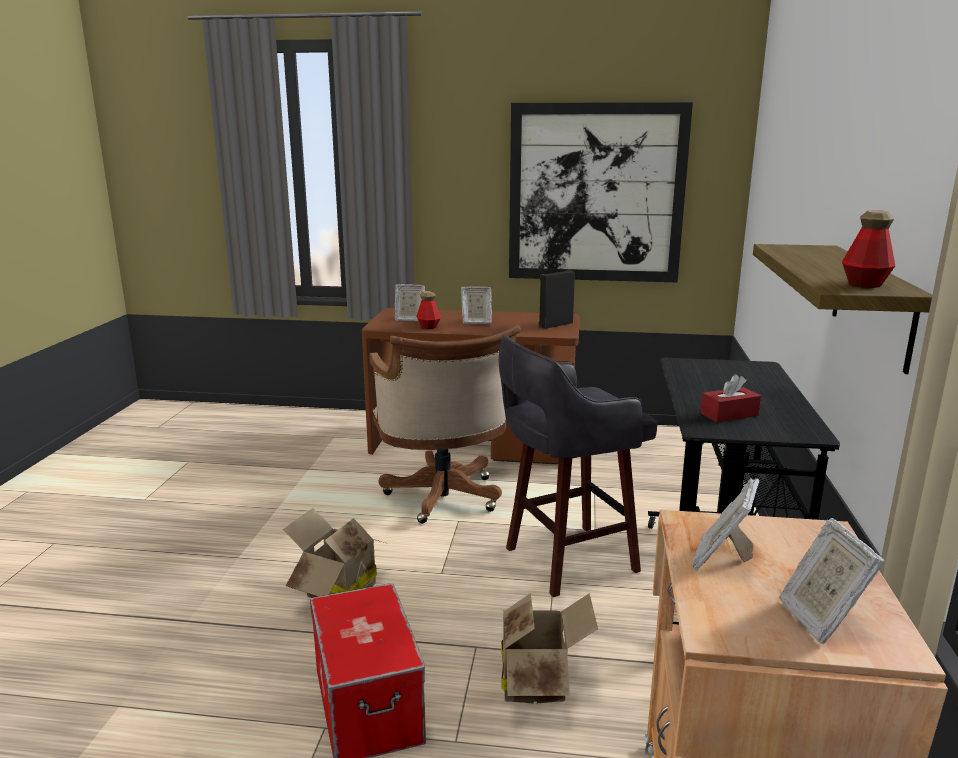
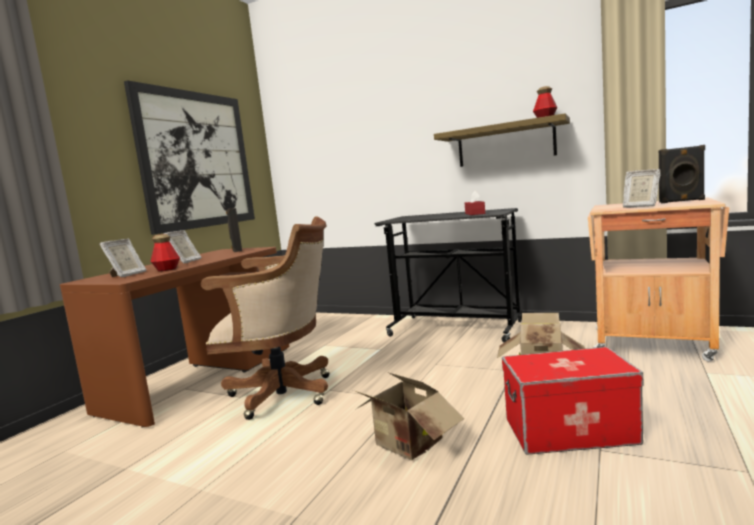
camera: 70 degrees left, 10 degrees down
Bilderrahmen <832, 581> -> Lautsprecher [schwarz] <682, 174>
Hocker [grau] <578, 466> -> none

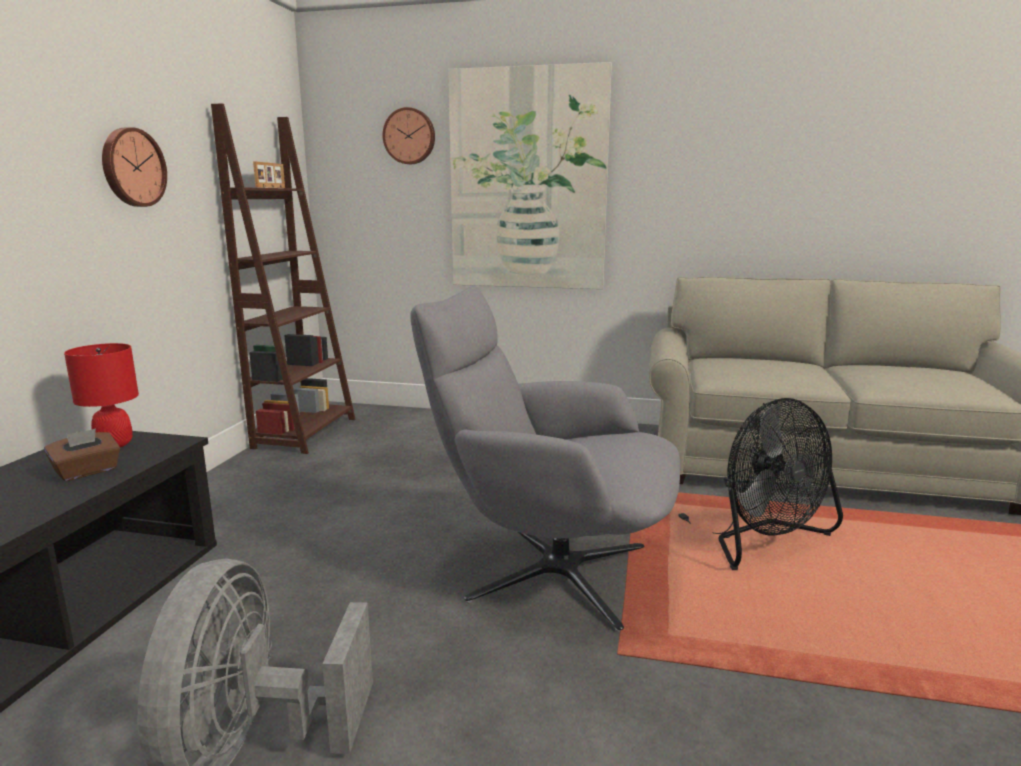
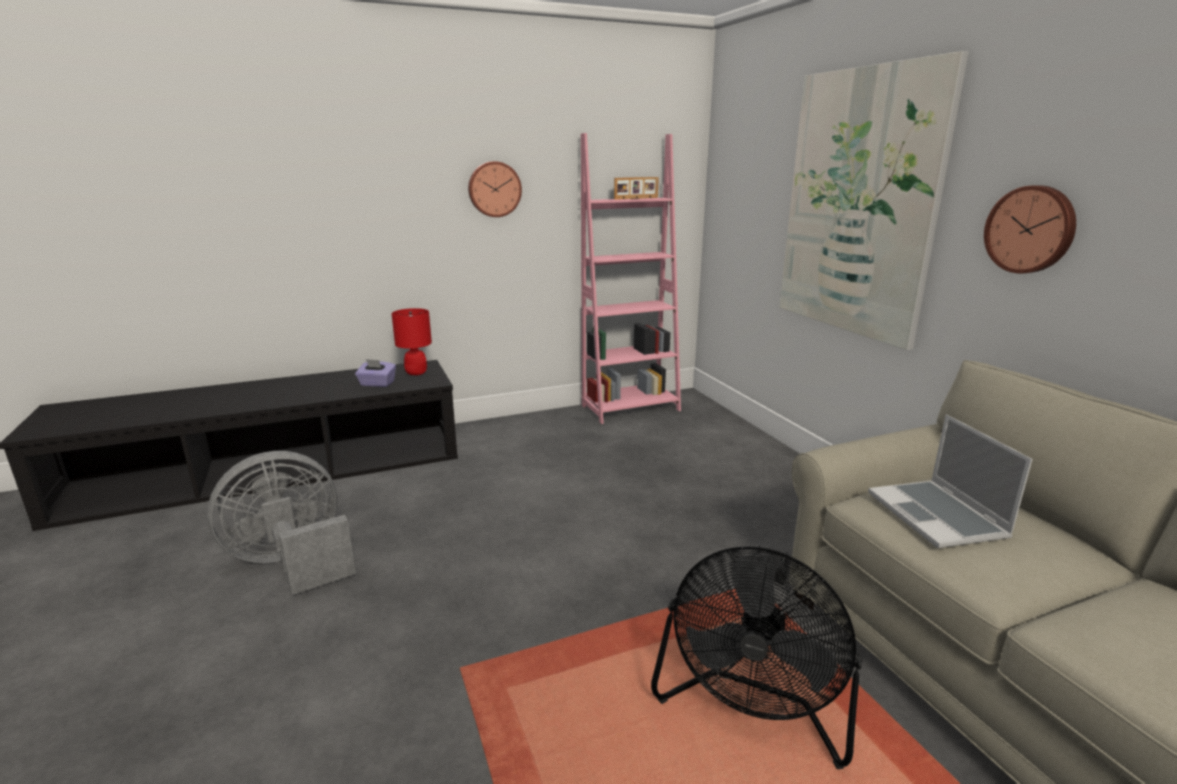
camera: 55 degrees right, 5 degrees up
Taschentuchbox [braun] <82, 455> -> Taschentuchbox [lila] <375, 373>
Bücherregal [braun] <283, 278> -> Bücherregal [rosa] <631, 278>
none -> Laptop <950, 481>
Wanduhr <408, 135> -> Wanduhr <1030, 229>, move
Sessel [grau] <545, 459> -> none

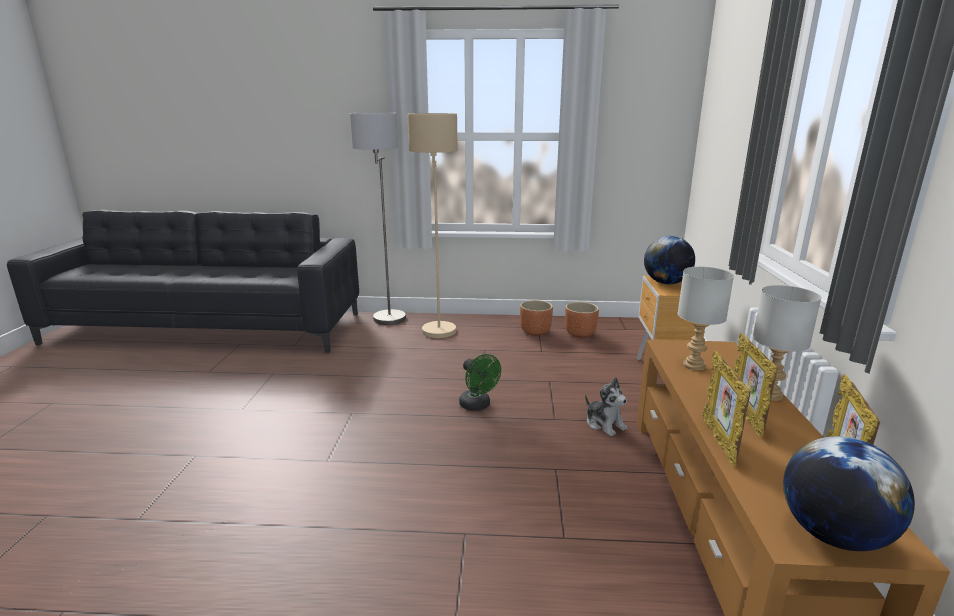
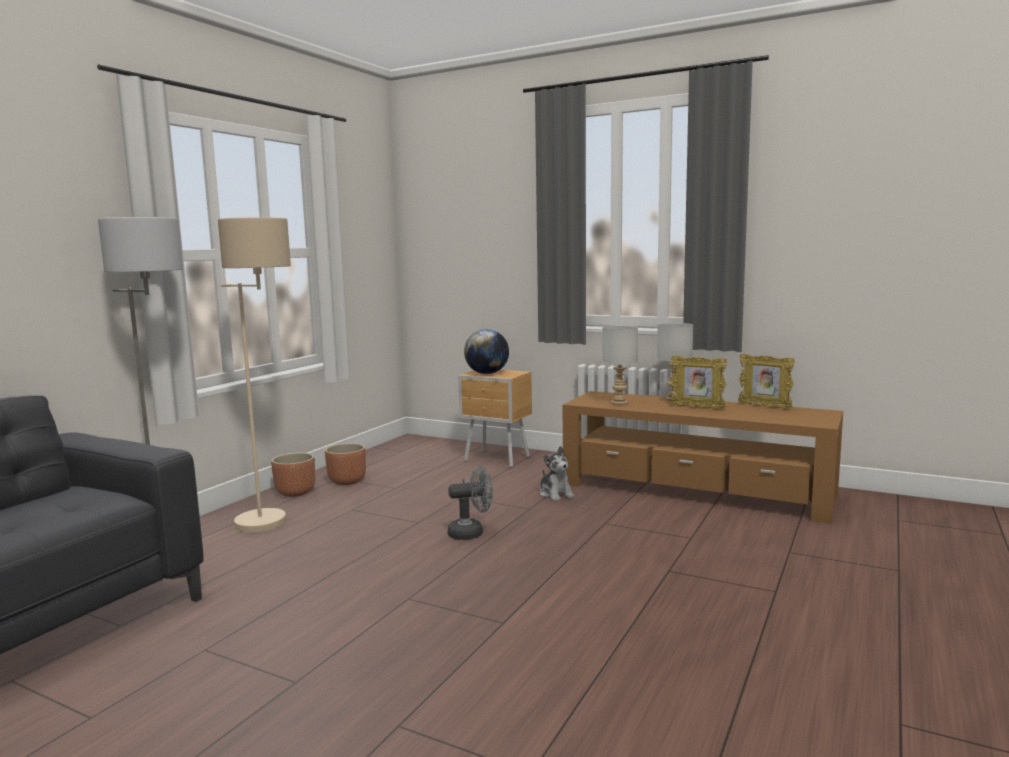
camera: 65 degrees left, 10 degrees down
Pflanzkübel [braun] <582, 320> -> Pflanzkübel [braun] <293, 474>, move
Ventilator [grün] <480, 382> -> Ventilator [grau] <470, 503>
Plüschtier <606, 406> -> Plüschtier <557, 473>, 75 degrees clockwise
Bilderrahmen <727, 408> -> none
Globus <849, 493> -> none

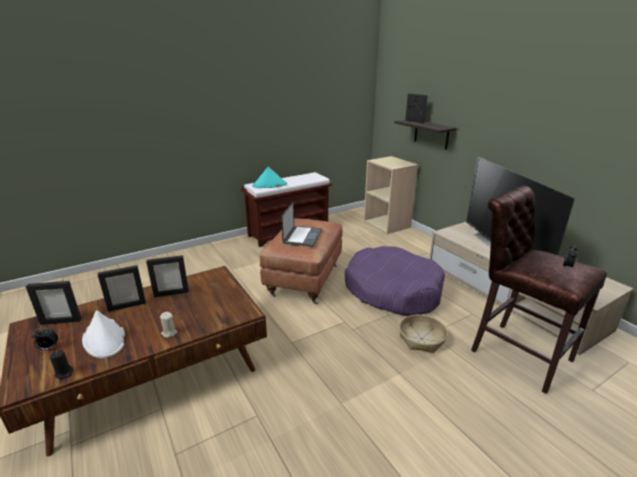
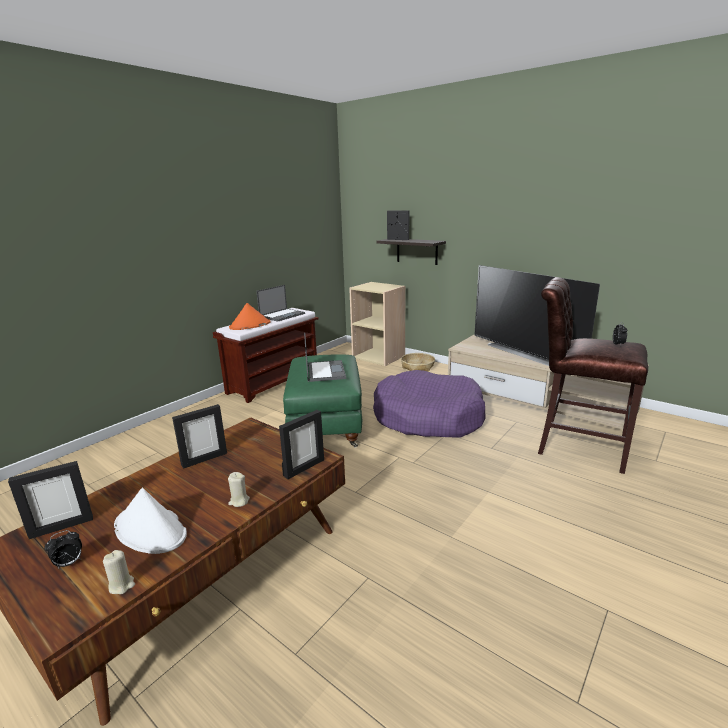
camera: 20 degrees left, 5 degrees down
Kerze [schwarz] <61, 365> -> Kerze [beige] <119, 572>
Hut [türkis] <270, 177> -> Hut [orange] <250, 316>
none -> Laptop <281, 303>
Bilderrahmen <122, 288> -> Bilderrahmen <301, 444>, move
Polsterhocker [braun] <301, 261> -> Polsterhocker [grün] <322, 401>
Korb <423, 334> -> Korb <418, 362>, move

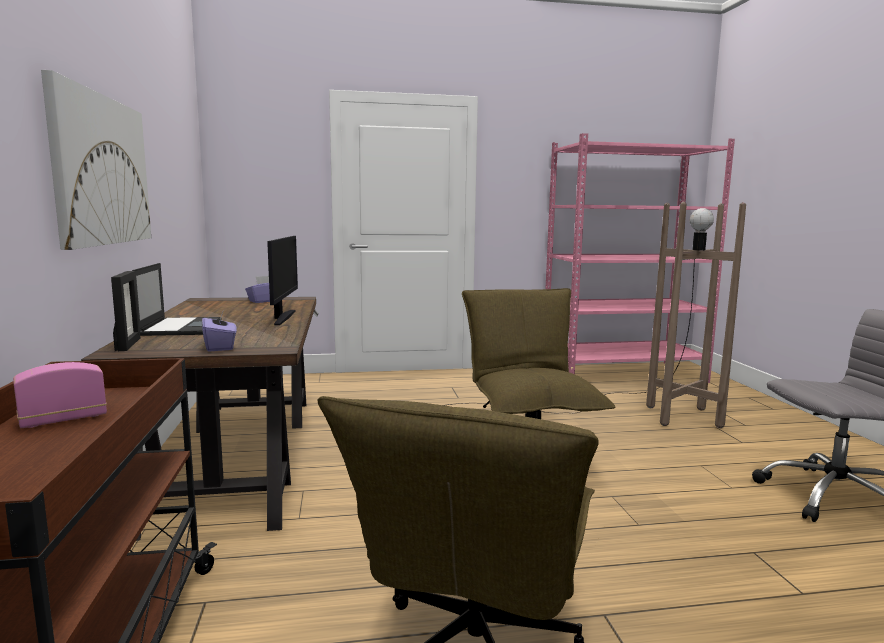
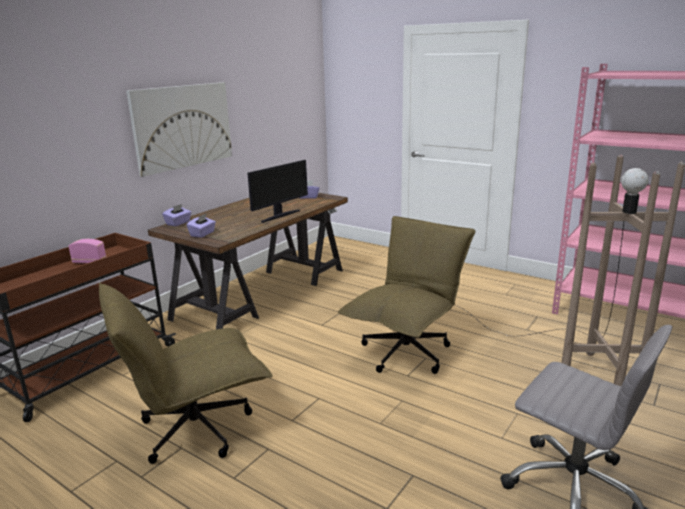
camera: 45 degrees right, 10 degrees up
Bilderrahmen <125, 311> -> Taschentuchbox [lila] <177, 215>
Laptop <176, 299> -> none

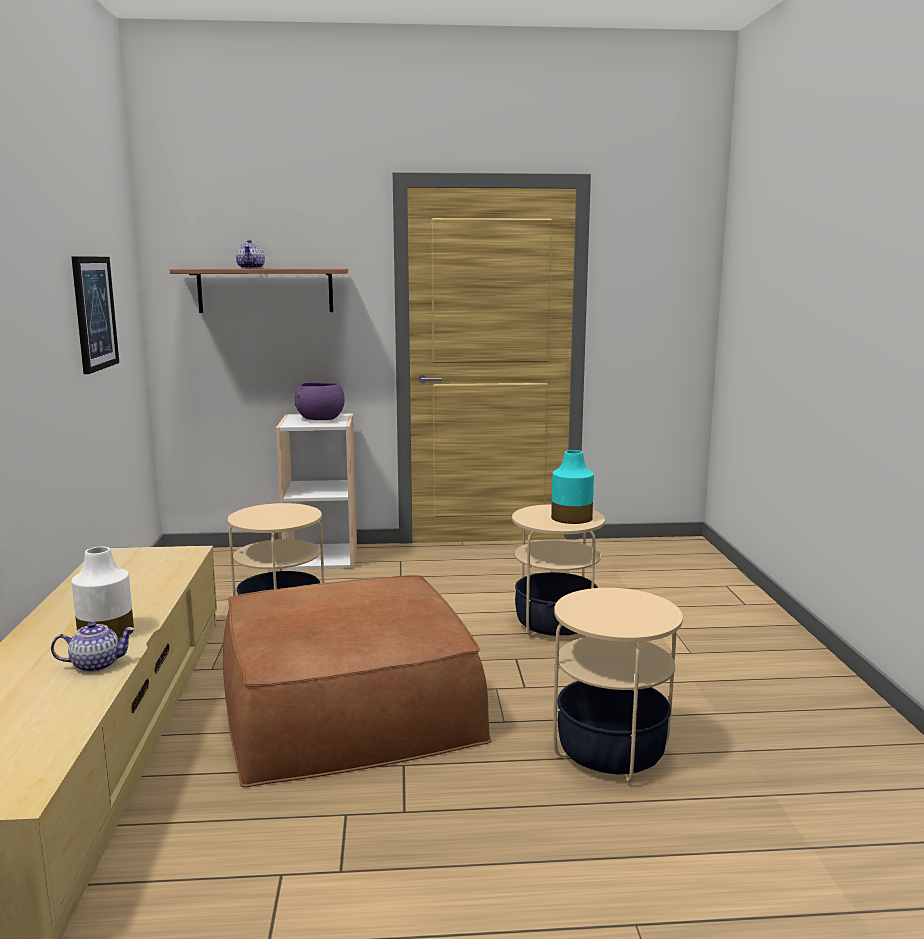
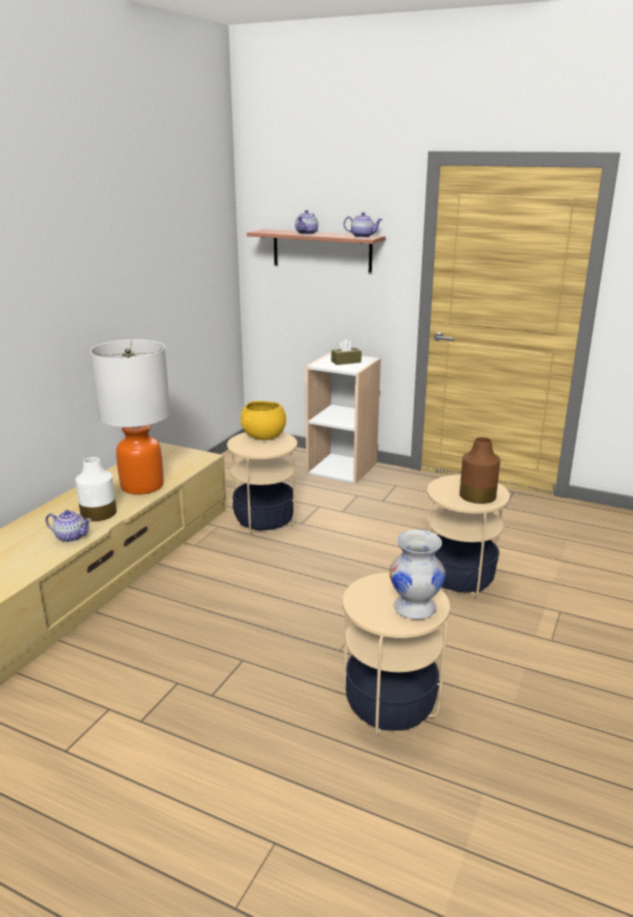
camera: 30 degrees right, 10 degrees up
none -> Tischlampe <130, 417>
none -> Schüssel [gelb] <263, 420>
Schüssel [lila] <320, 401> -> Taschentuchbox [braun] <346, 352>
none -> Teekanne <363, 224>
none -> Vase [weiß] <417, 575>
Vase [türkis] <572, 487> -> Vase [braun] <479, 470>
Bild <95, 315> -> none
Polsterhocker [braun] <357, 681> -> none

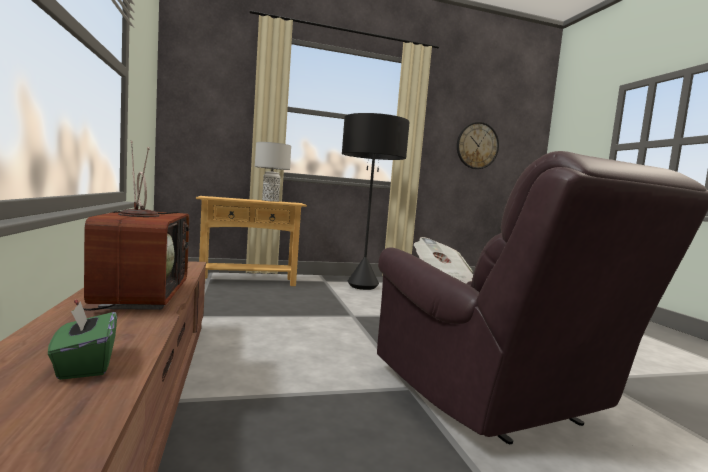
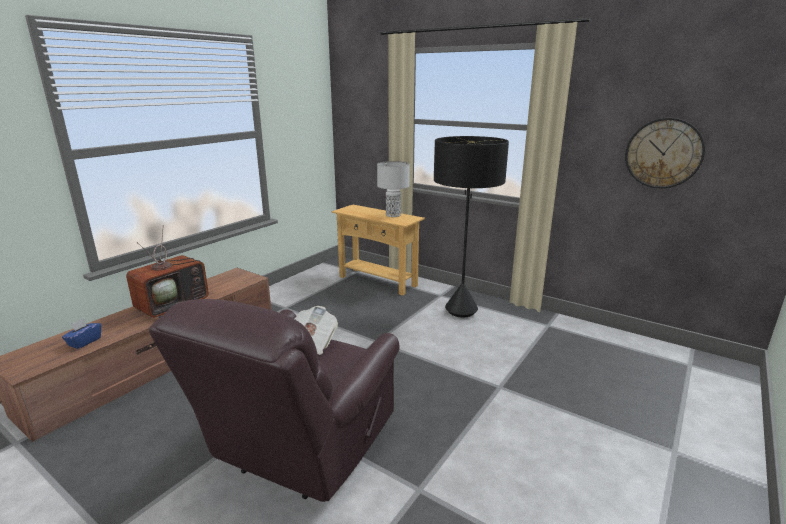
camera: 50 degrees right, 15 degrees up
Taschentuchbox [grün] <82, 340> -> Taschentuchbox [blau] <81, 333>

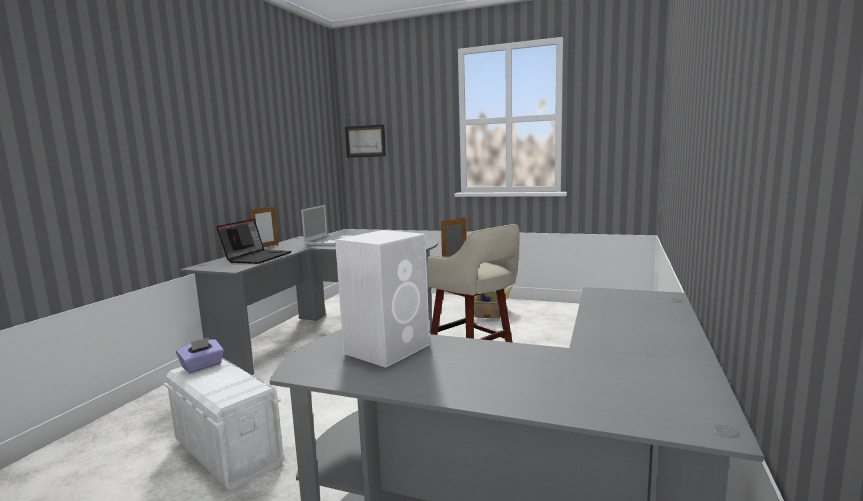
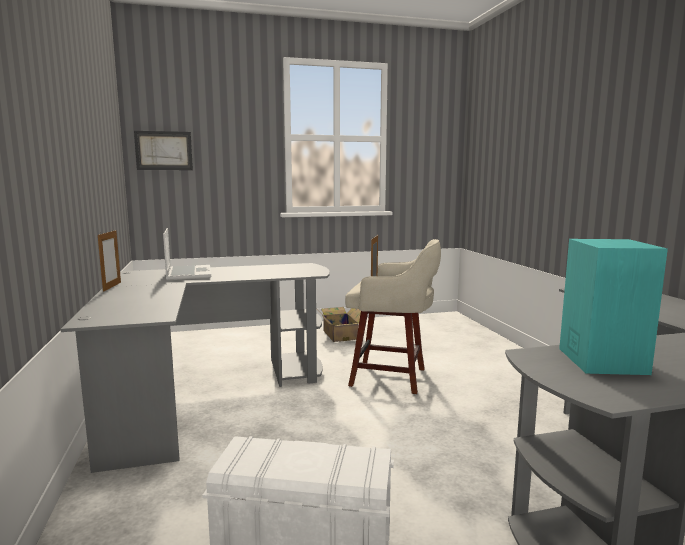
camera: 35 degrees left, 0 degrees up
Lautsprecher [weiß] <382, 299> -> Lautsprecher [türkis] <613, 307>
Taschentuchbox [lila] <200, 355> -> none
Laptop <254, 241> -> none

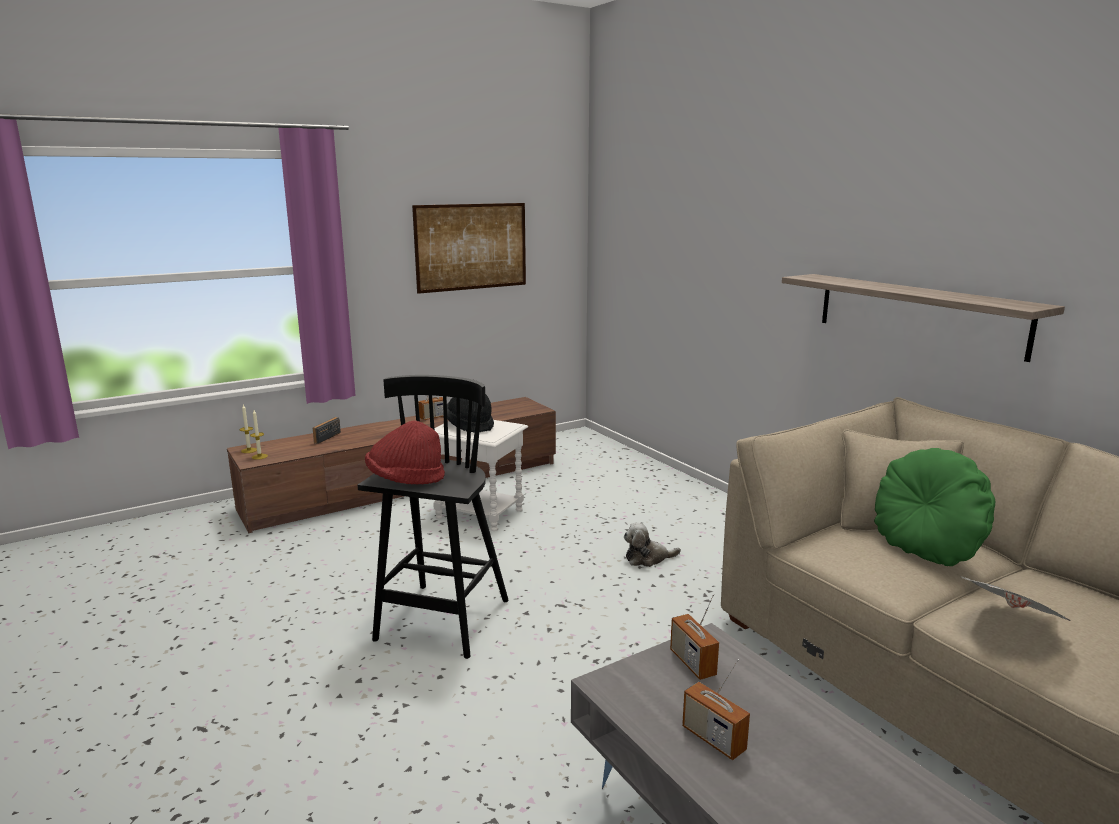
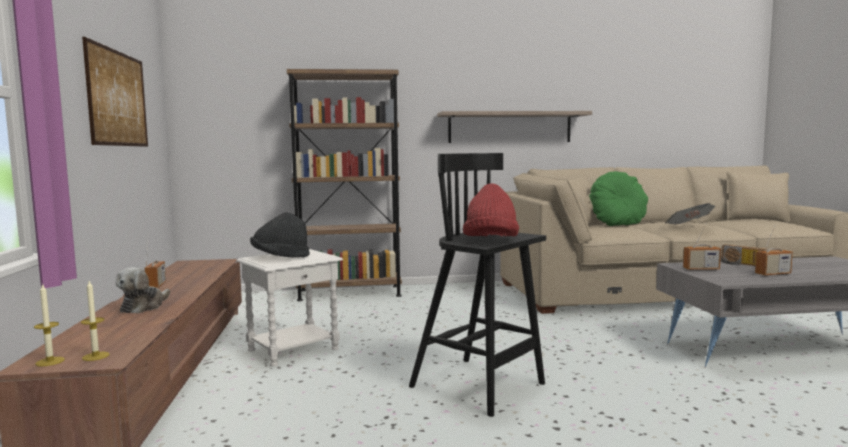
camera: 65 degrees left, 10 degrees down
Plüschtier <652, 545> -> Plüschtier <143, 290>, move
none -> Bücherregal [braun] <344, 185>
Radio <327, 430> -> Radio <743, 255>, move

